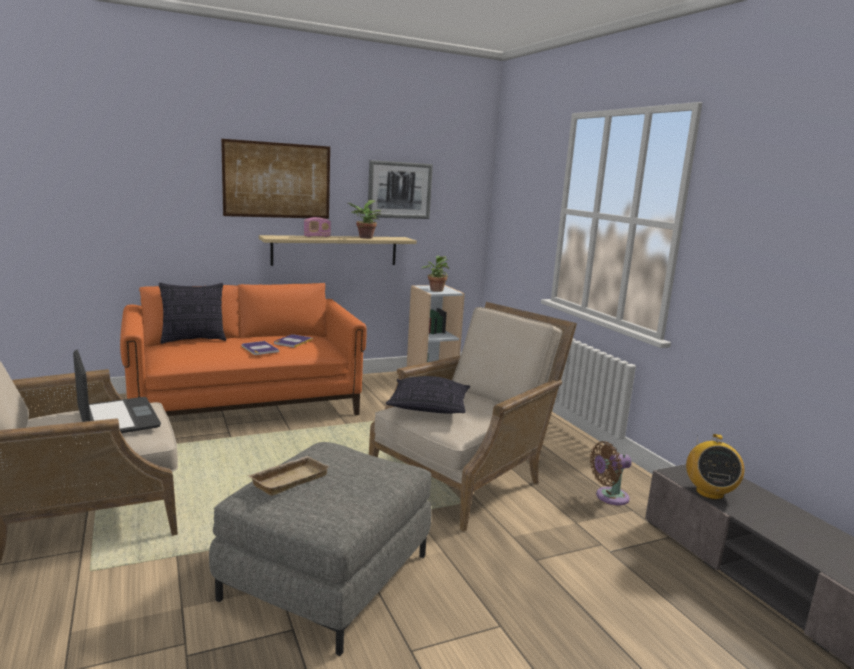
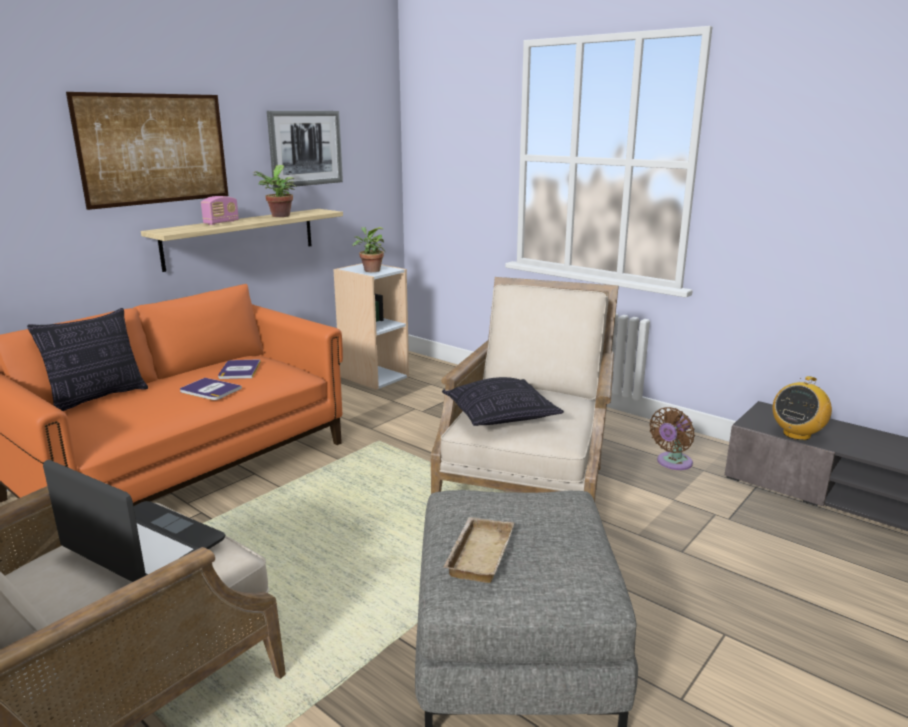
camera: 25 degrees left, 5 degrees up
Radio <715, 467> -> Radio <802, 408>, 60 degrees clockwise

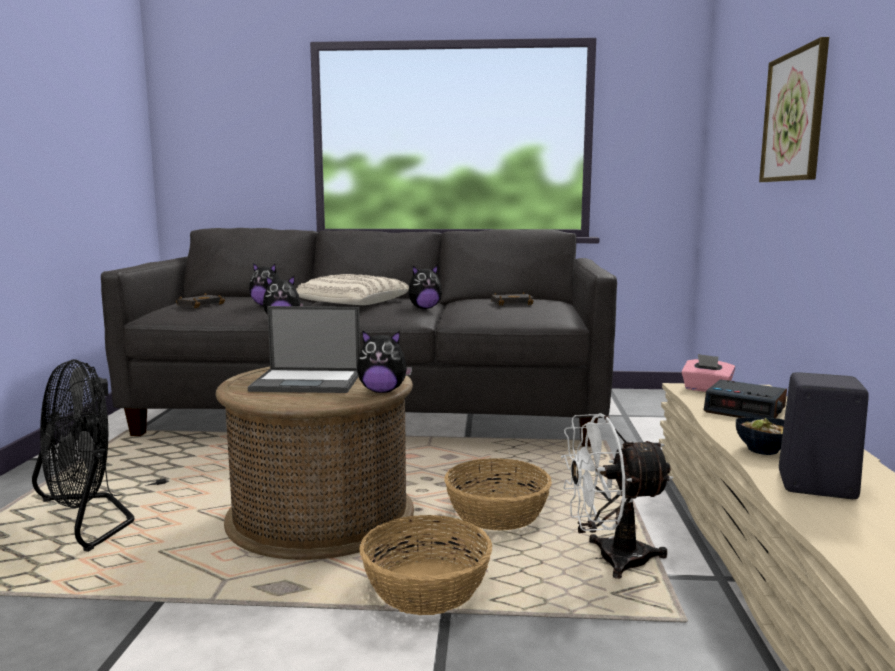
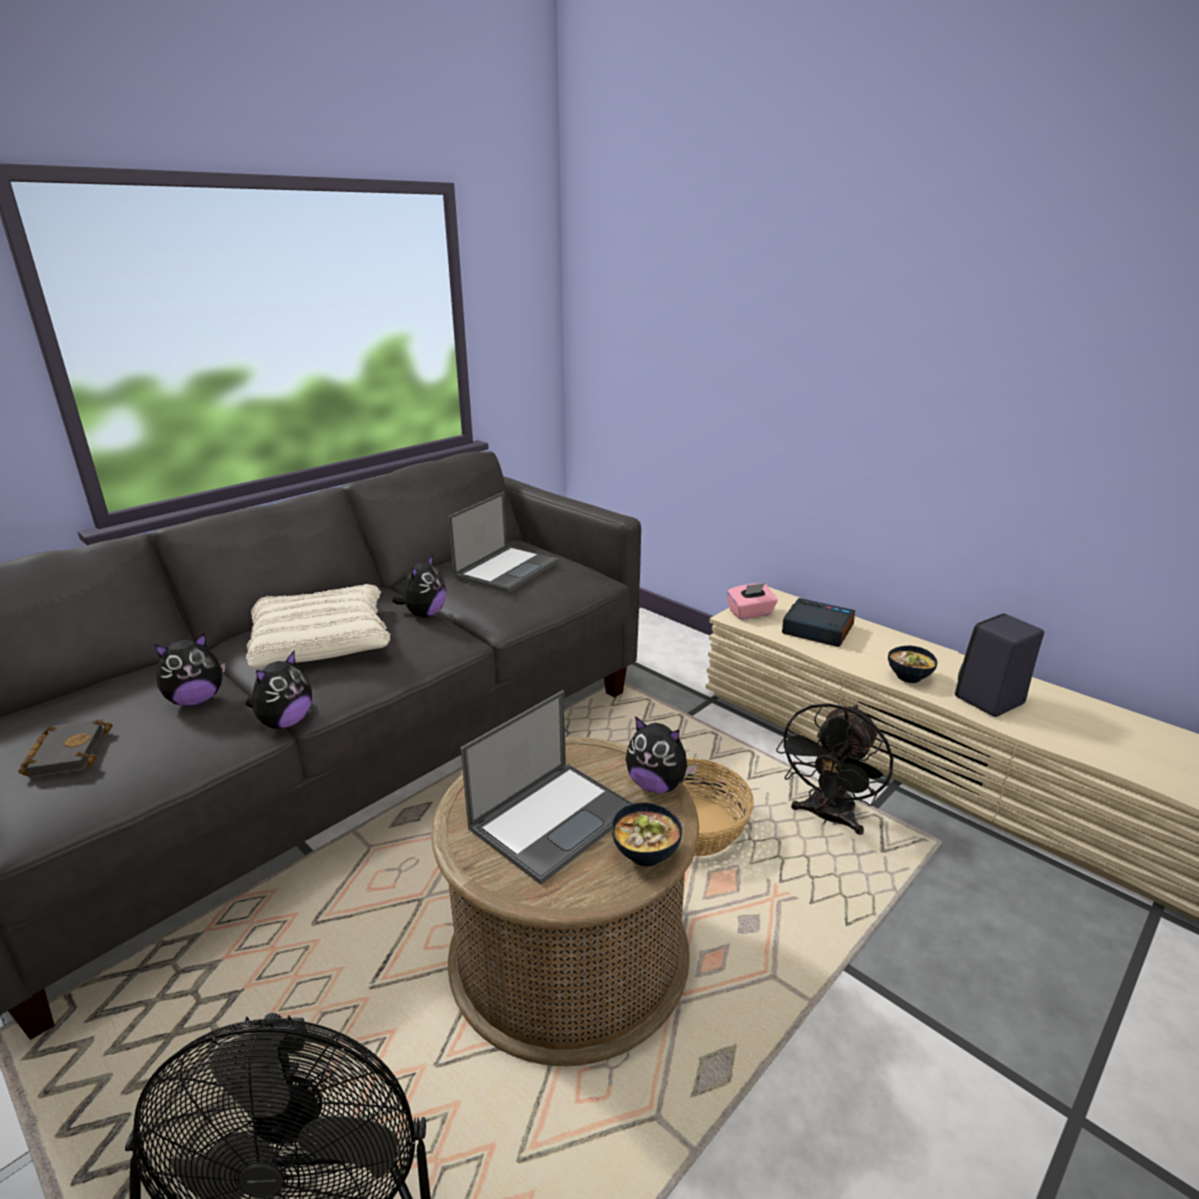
camera: 50 degrees left, 15 degrees up
Buch [schwarz] <512, 299> -> Laptop <503, 542>
none -> Schüssel <647, 834>
Plüschtier <384, 361> -> Plüschtier <662, 754>, 75 degrees clockwise
Ventilator [weiß] <617, 496> -> Ventilator [schwarz] <834, 769>
Wecker <745, 398> -> Wecker <818, 622>, 135 degrees counterclockwise
Korb <425, 565> -> none
Bild <794, 109> -> none

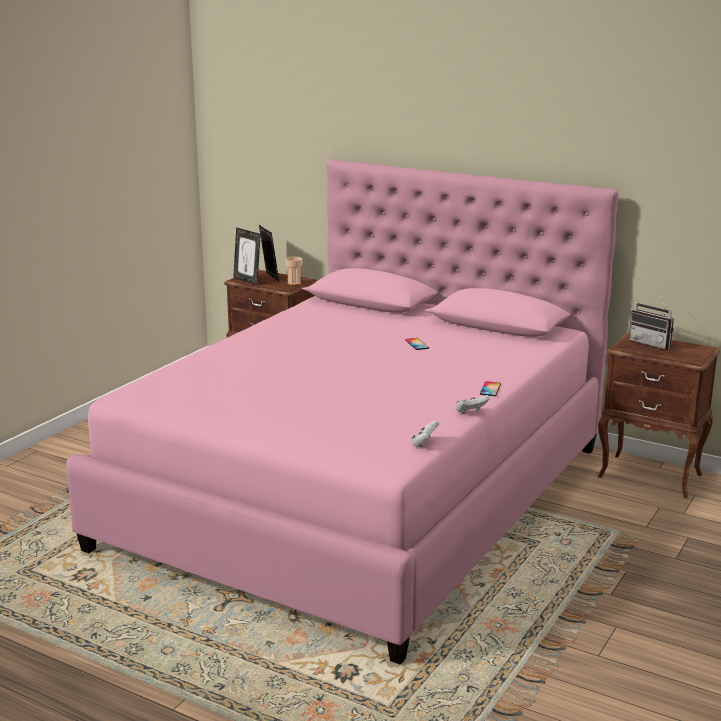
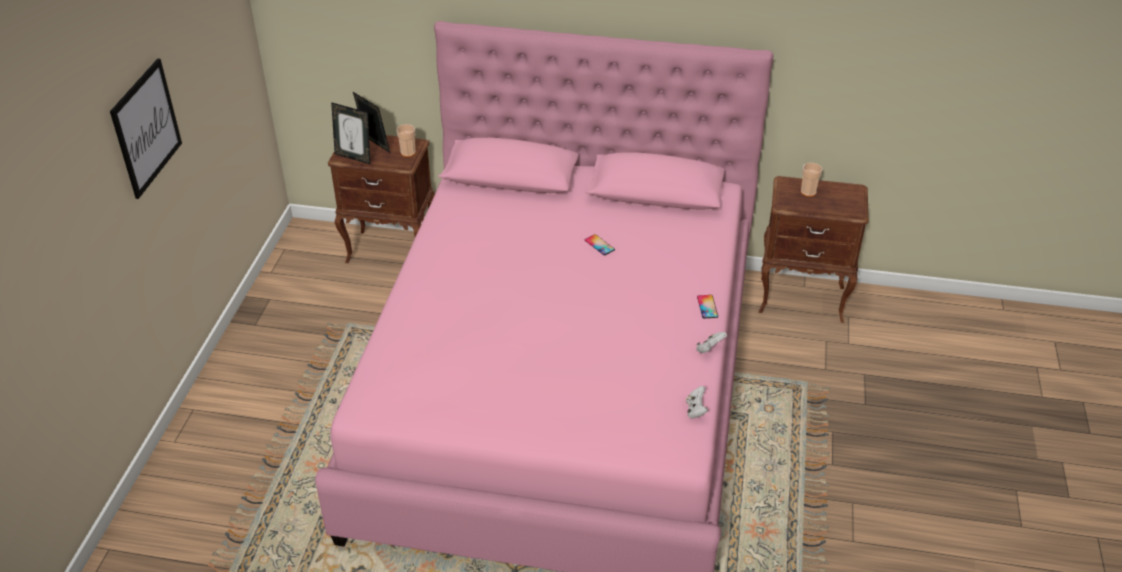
camera: 20 degrees left, 20 degrees up
none -> Bild <146, 128>
Radio <651, 321> -> Tasse <811, 180>

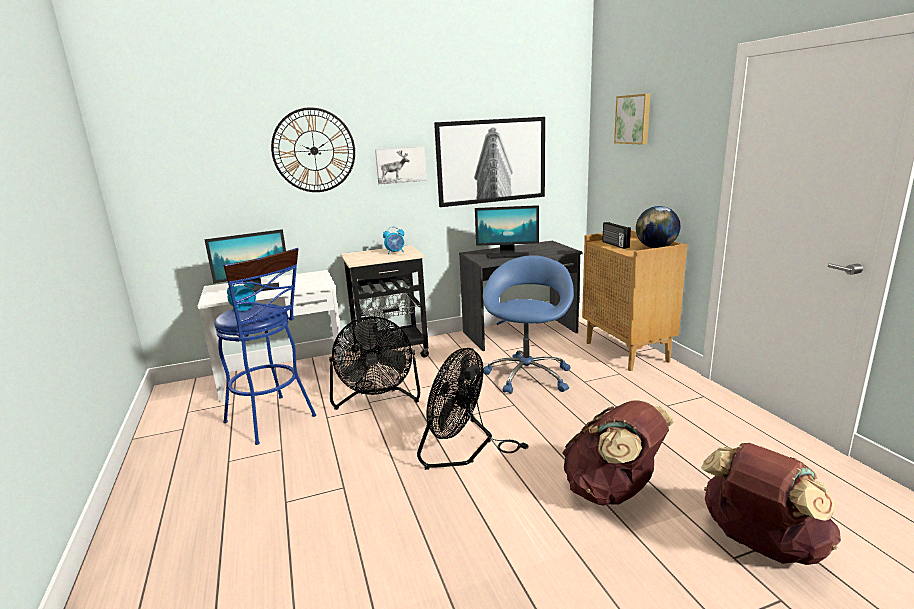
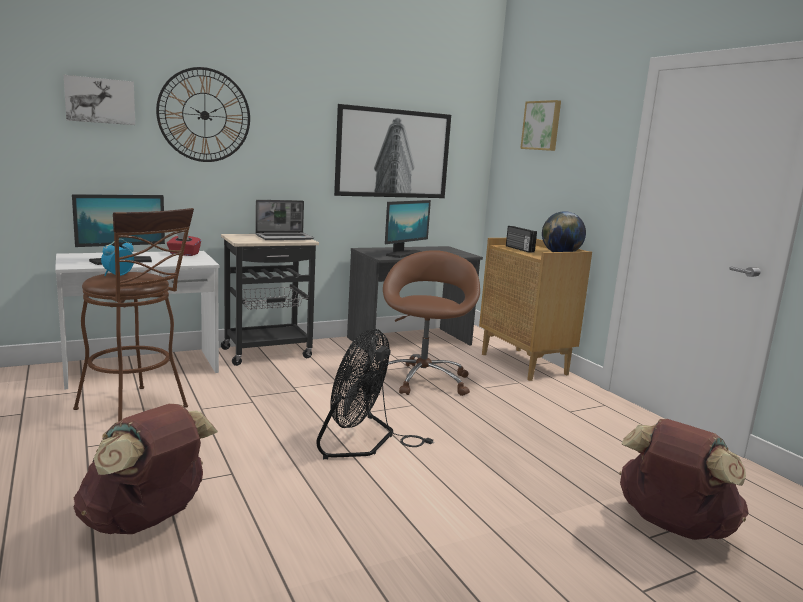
camera: 10 degrees left, 5 degrees down
Bild <401, 166> -> Bild <99, 100>, move
Hocker [blau] <265, 346> -> Hocker [braun] <133, 315>
Rucksack [braun] <618, 453> -> Rucksack [braun] <145, 469>, move
none -> Taschentuchbox [rot] <184, 244>
Wecker <393, 240> -> Laptop <284, 220>
Bürostuhl [blau] <528, 324> -> Bürostuhl [braun] <428, 323>
Monitor <507, 232> -> Monitor <408, 229>, 45 degrees counterclockwise
Ventilator [schwarz] <374, 363> -> none

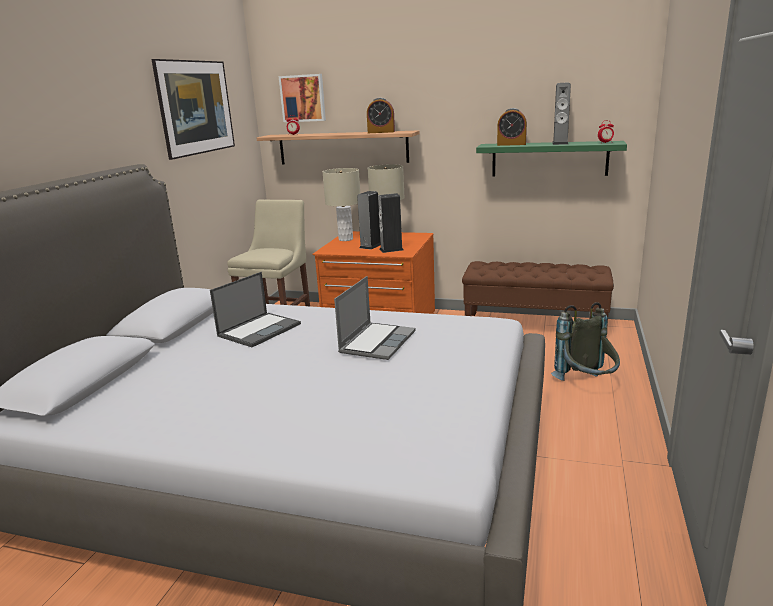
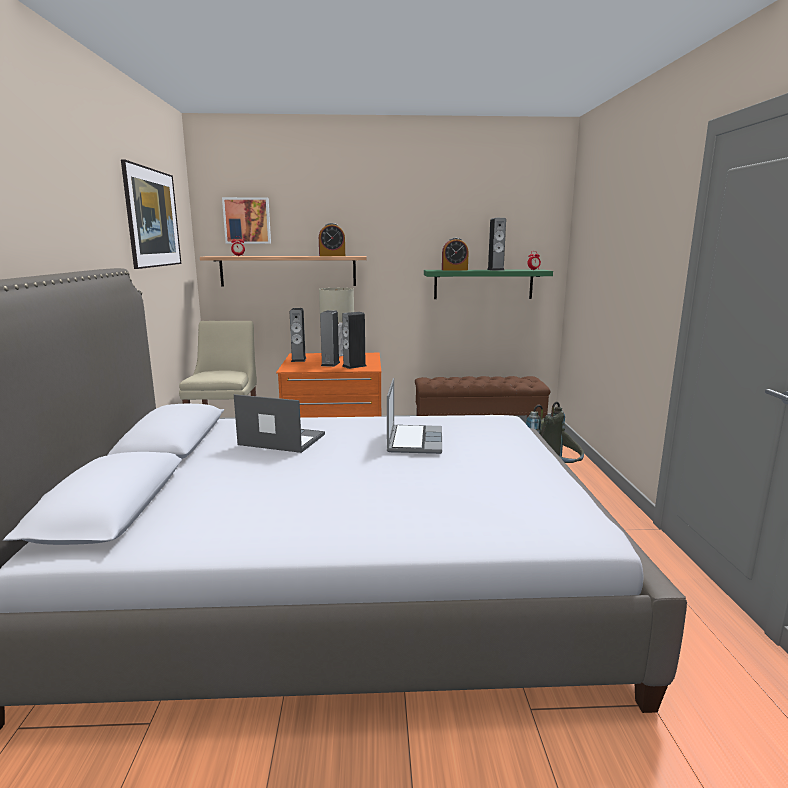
camera: 20 degrees left, 5 degrees down
Laptop <255, 309> -> Laptop <279, 423>, 90 degrees counterclockwise
Tischlampe [beige] <341, 204> -> Lautsprecher <298, 335>

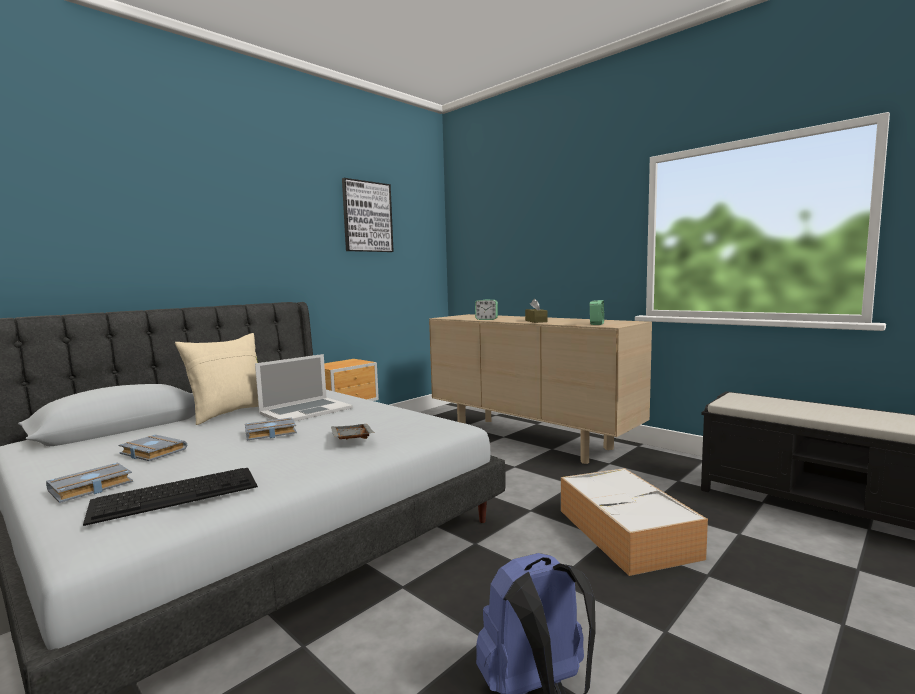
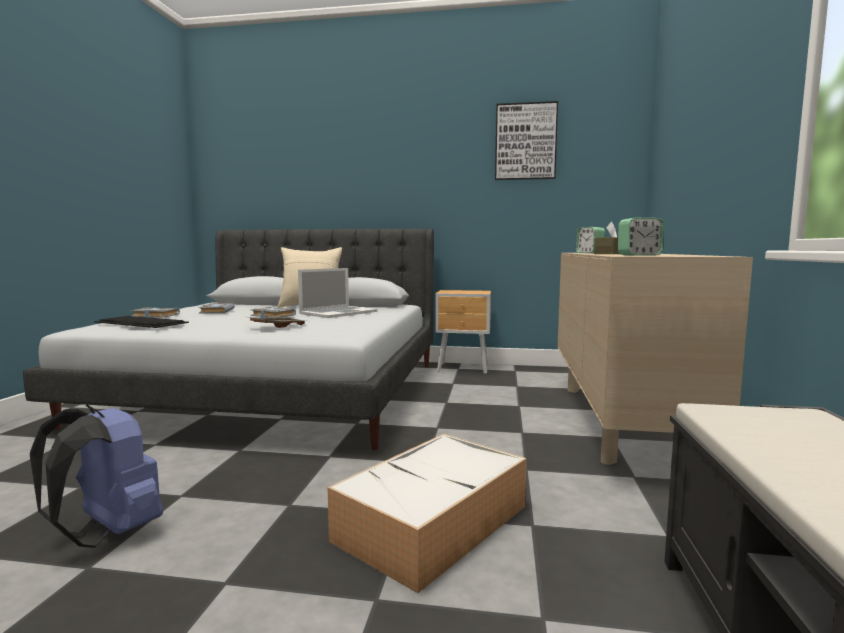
camera: 55 degrees right, 0 degrees up
Laptop <304, 388> -> Laptop <337, 293>, 60 degrees counterclockwise

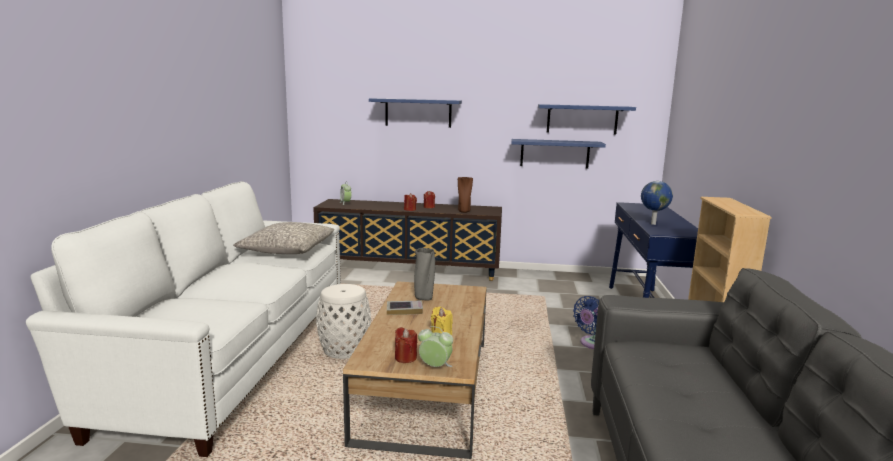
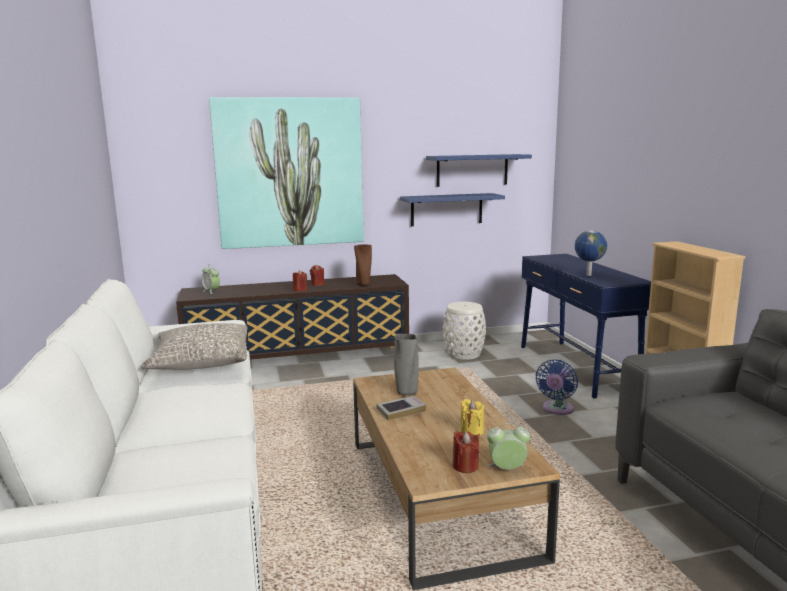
camera: 20 degrees left, 0 degrees up
Wandregal [blau] <415, 113> -> Bild <286, 173>
Hocker [weiß] <343, 321> -> Hocker [weiß] <464, 331>, move

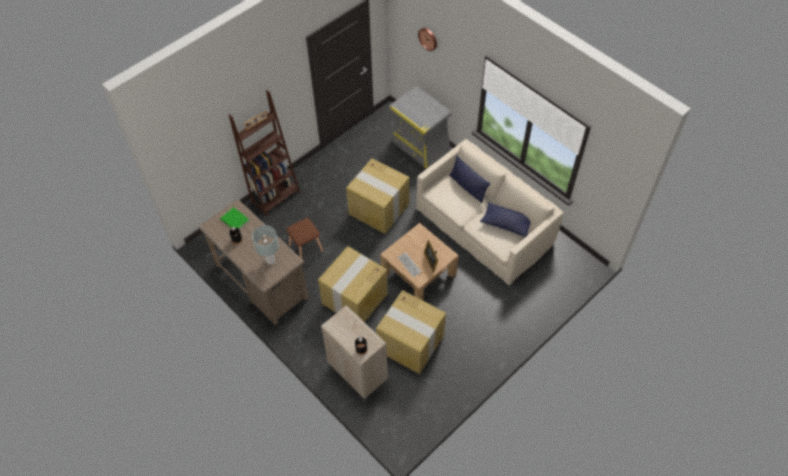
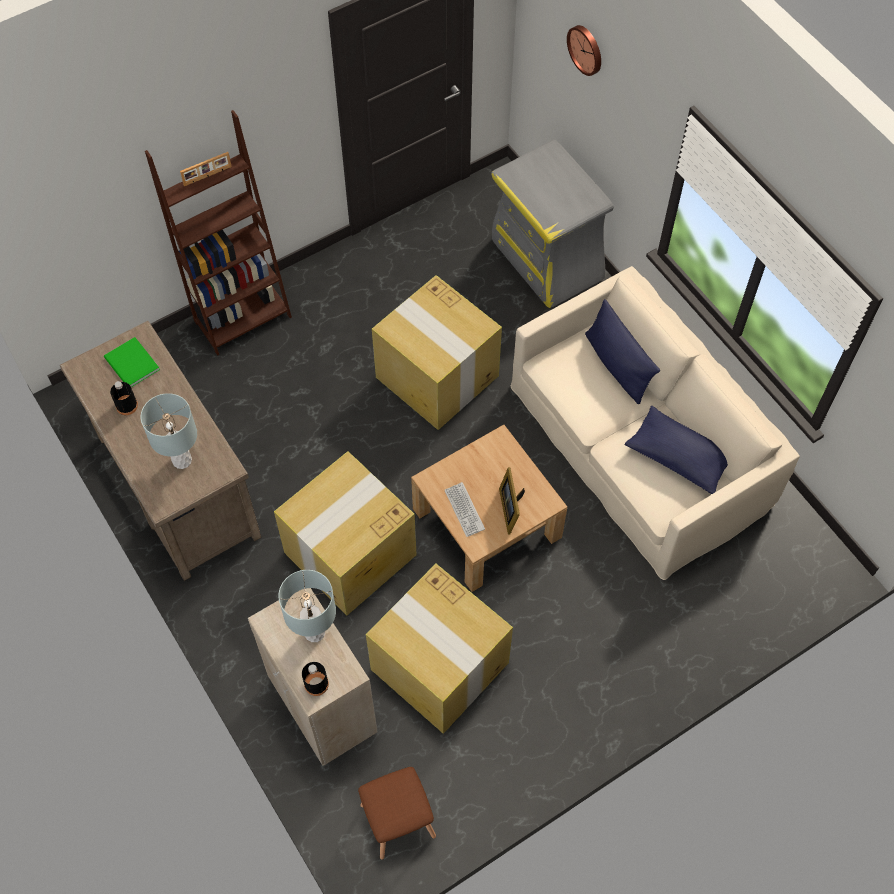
camera: 10 degrees right, 5 degrees up
none -> Tischlampe [grau] <307, 606>
Hocker [braun] <304, 238> -> Hocker [braun] <397, 813>, move

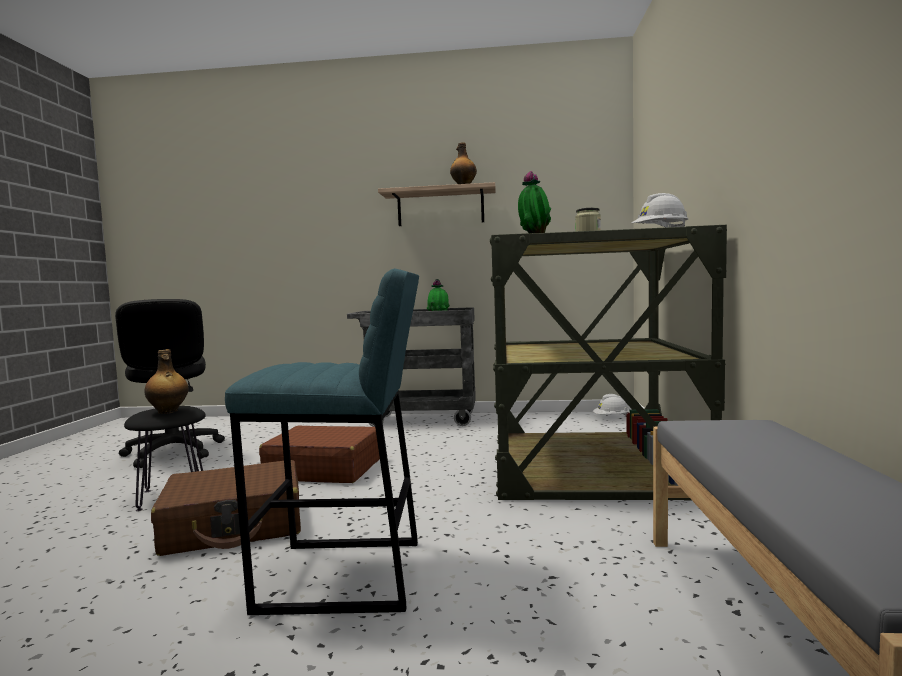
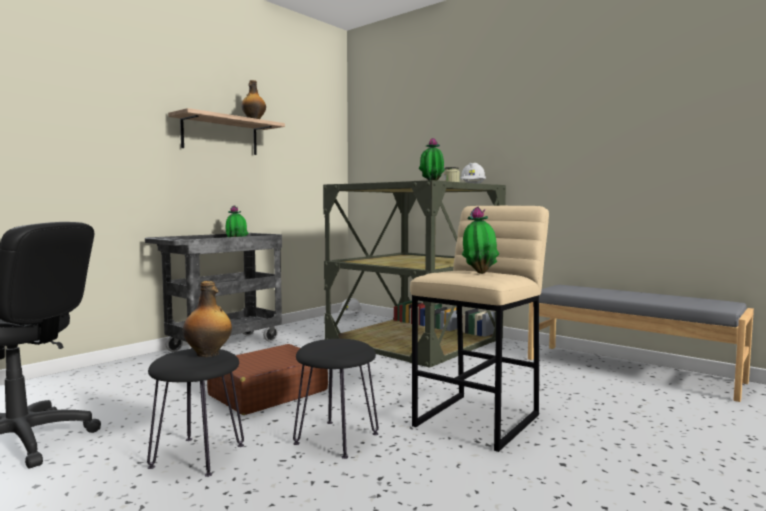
camera: 55 degrees left, 0 degrees up
Koffer [braun] <226, 508> -> Hocker [schwarz] <336, 399>
Hocker [türkis] <322, 441> -> Hocker [beige] <479, 329>
none -> Topfpflanze <480, 240>

